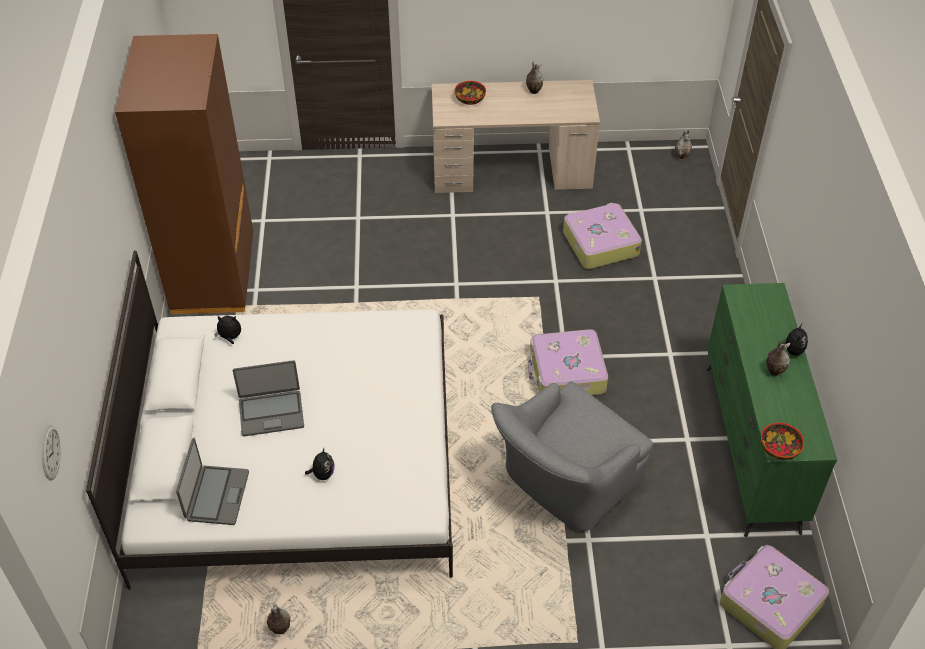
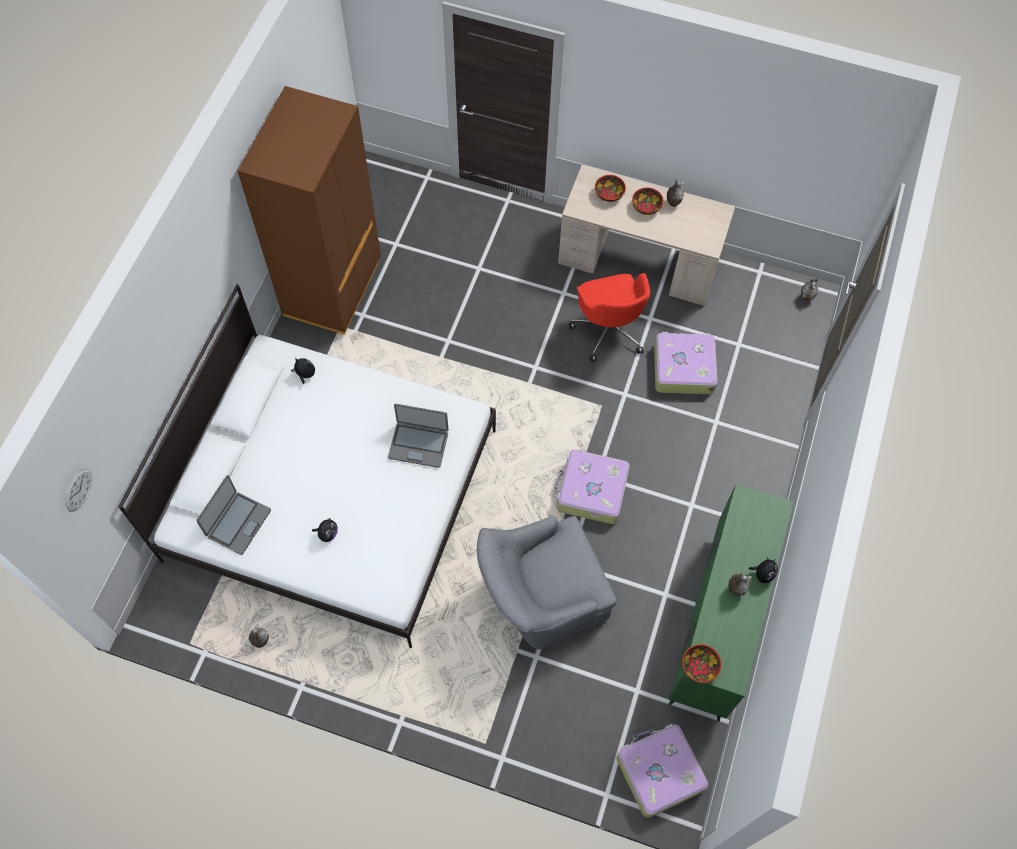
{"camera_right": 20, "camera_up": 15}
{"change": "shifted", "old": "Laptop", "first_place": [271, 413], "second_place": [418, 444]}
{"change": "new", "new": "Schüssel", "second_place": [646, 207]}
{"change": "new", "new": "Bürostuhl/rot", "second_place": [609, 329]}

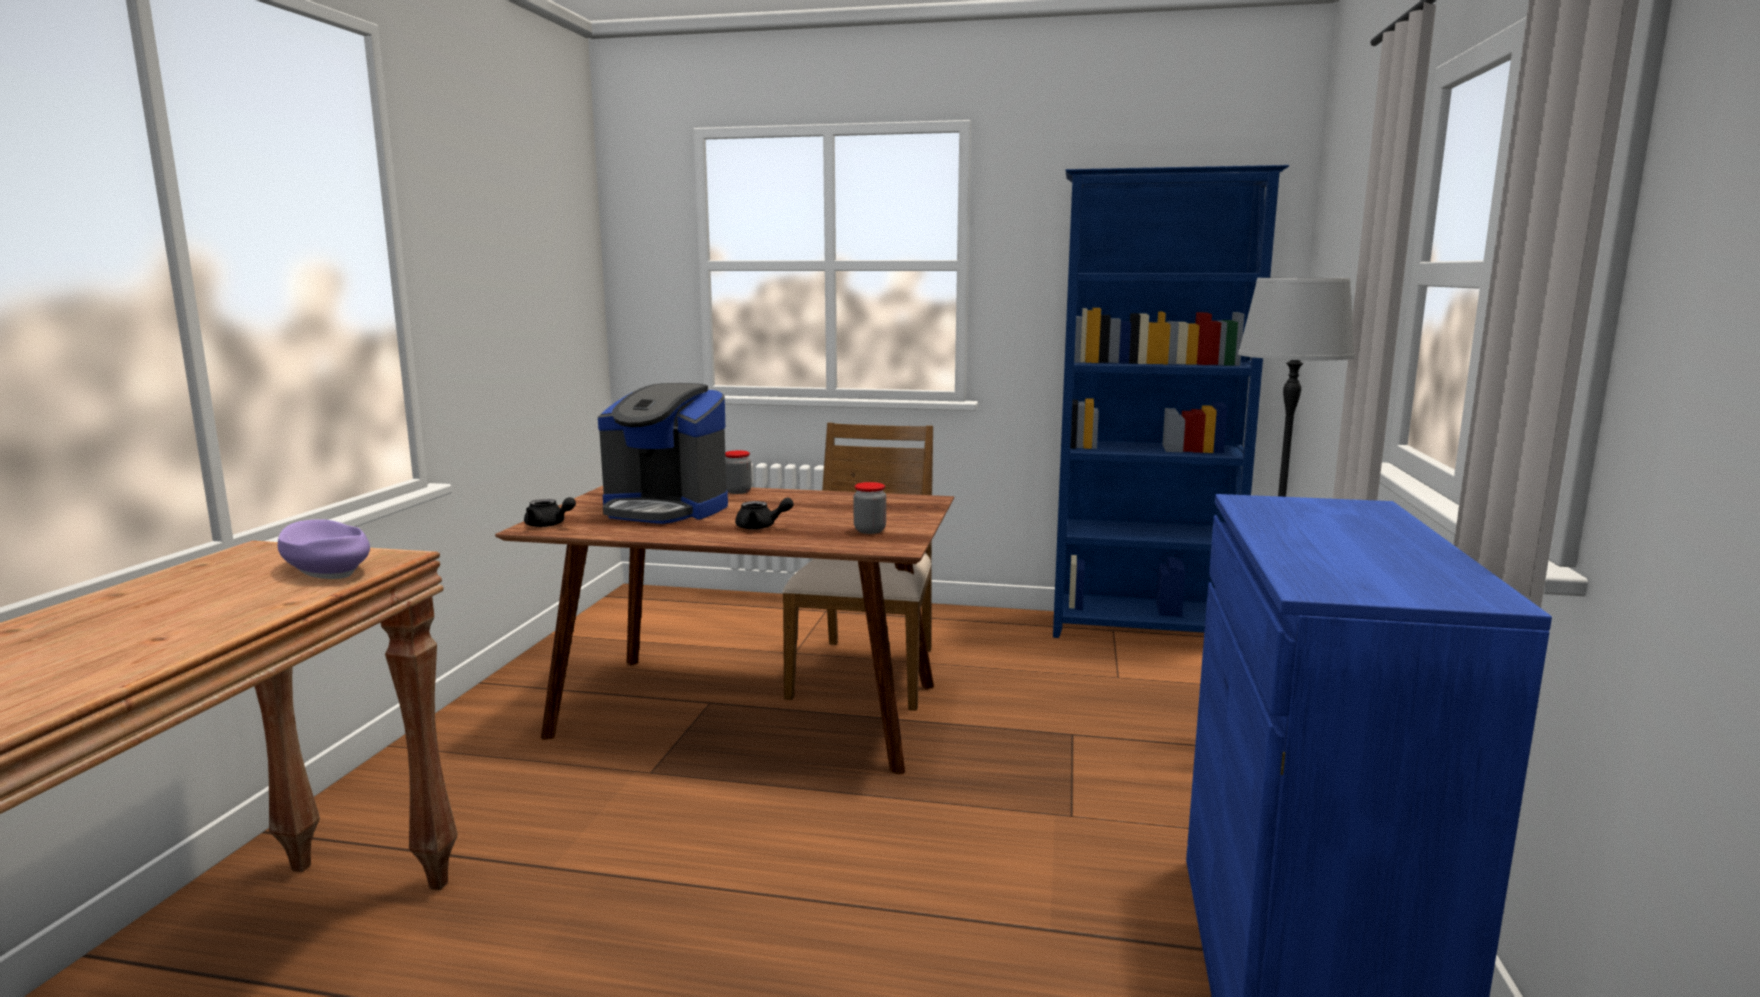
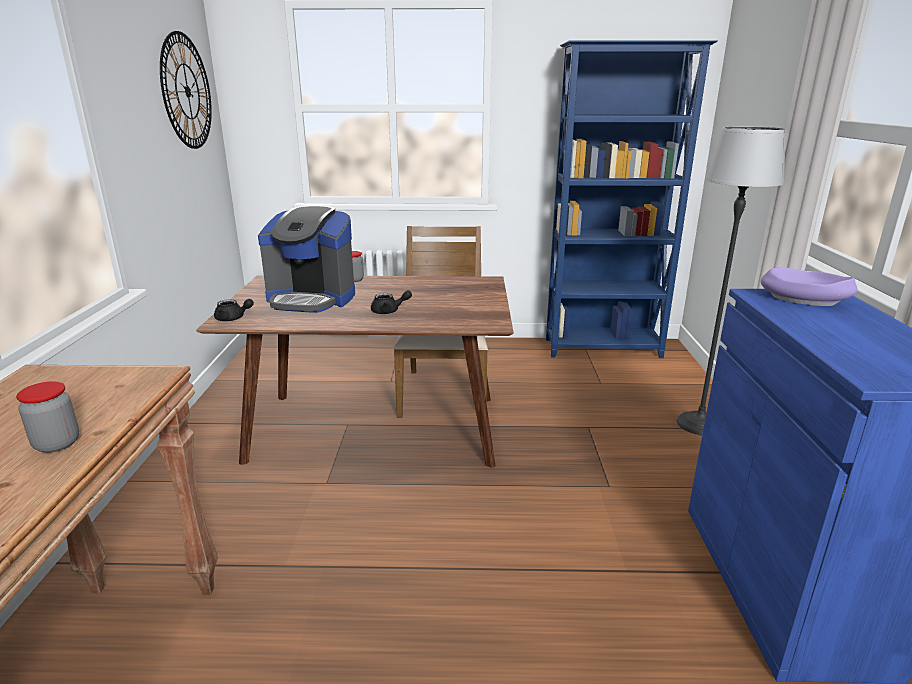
{"camera_right": -10, "camera_up": 10}
{"change": "shifted", "old": "Vorratsglas", "first_place": [870, 530], "second_place": [57, 444]}
{"change": "shifted", "old": "Schüssel/lila", "first_place": [327, 570], "second_place": [804, 300]}
{"change": "new", "new": "Wanduhr", "second_place": [187, 91]}

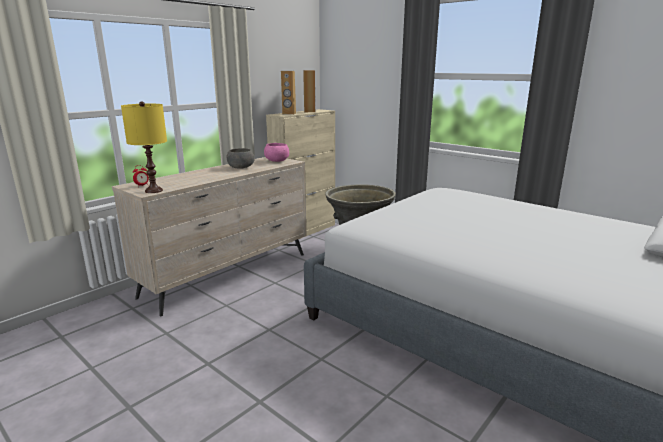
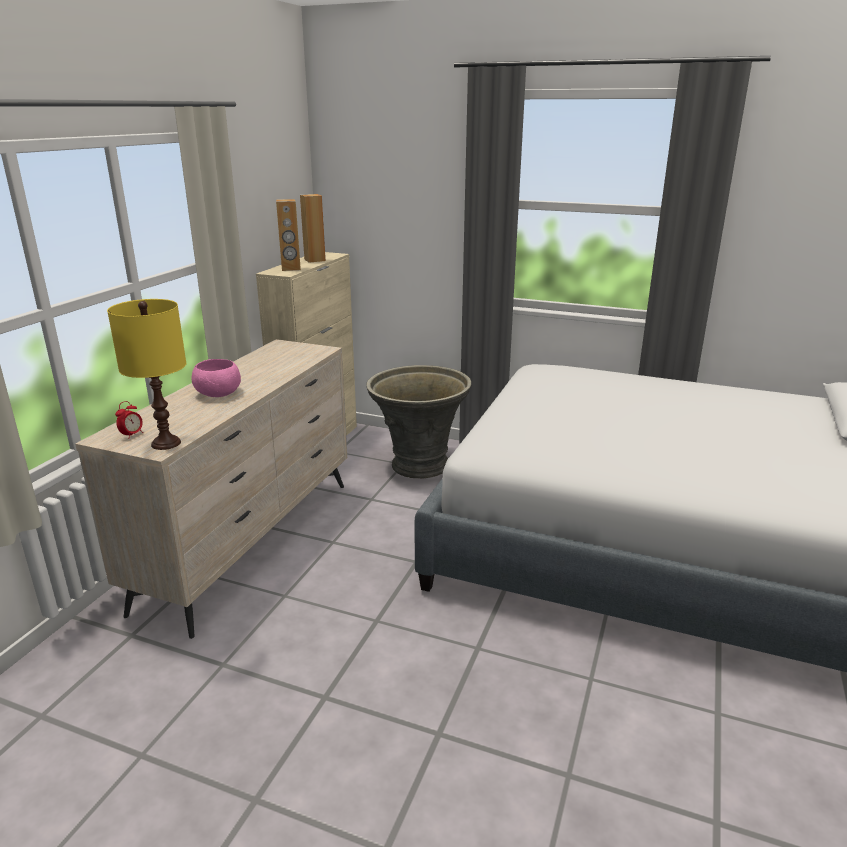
{"camera_right": -20, "camera_up": 5}
{"change": "shifted", "old": "Schüssel/rosa", "first_place": [277, 160], "second_place": [218, 393]}
{"change": "gone", "old": "Schüssel/grau", "first_place": [240, 167]}

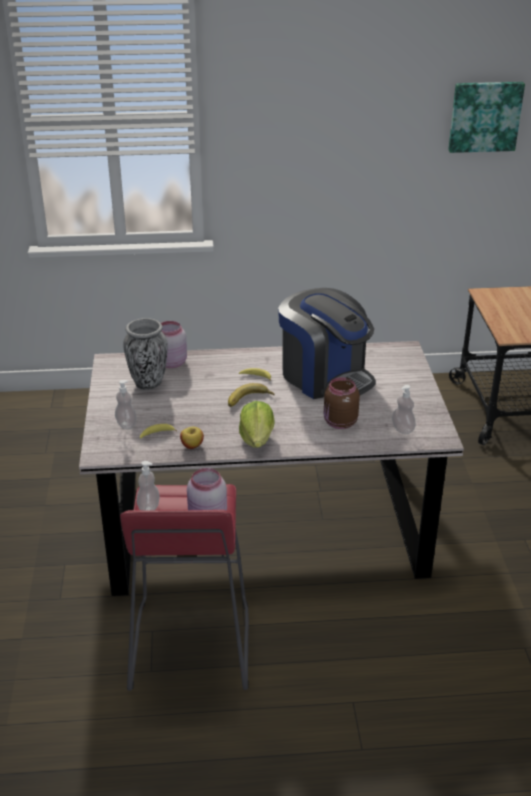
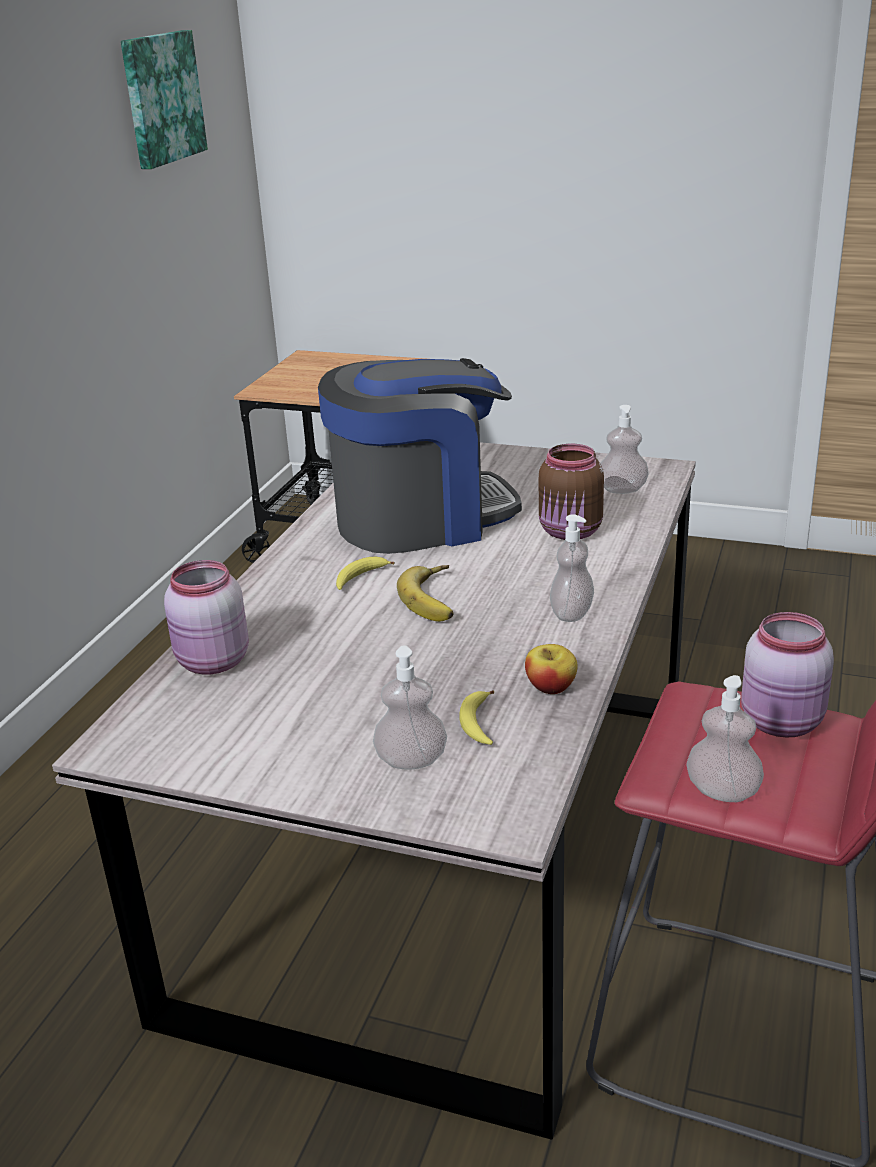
{"camera_right": -65, "camera_up": -5}
{"change": "gone", "old": "Vase", "first_place": [148, 383]}
{"change": "swapped", "old": "Salatkopf", "new": "Seifenspender", "first_place": [257, 439], "second_place": [571, 613]}

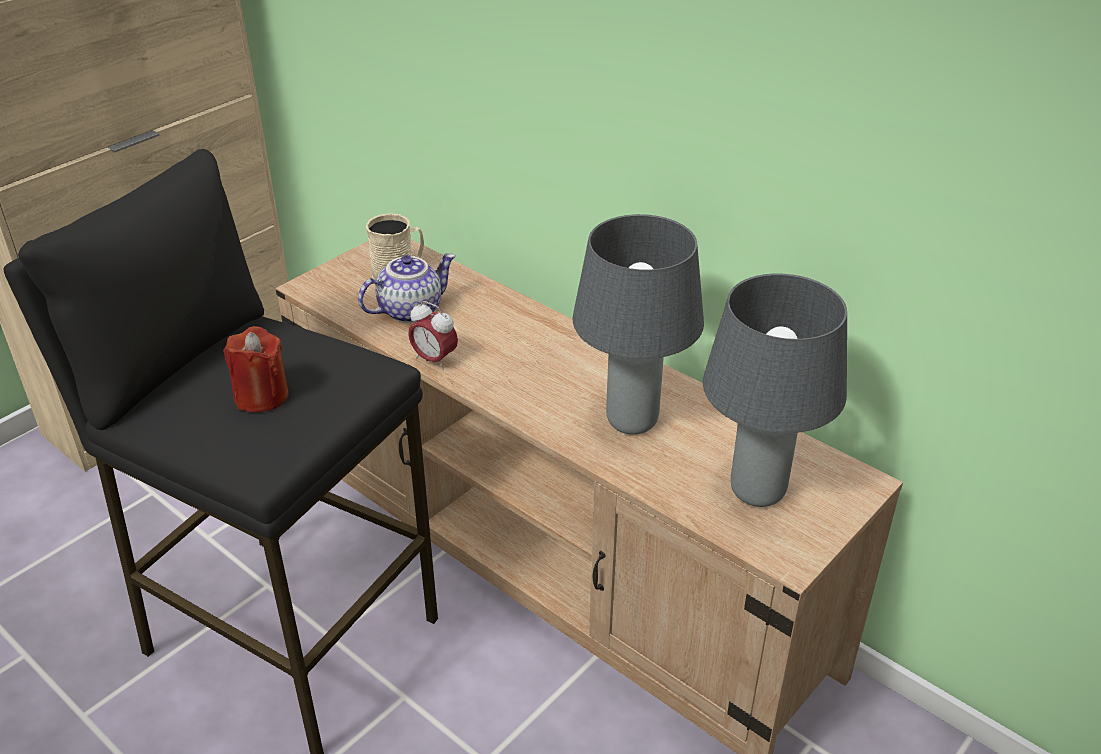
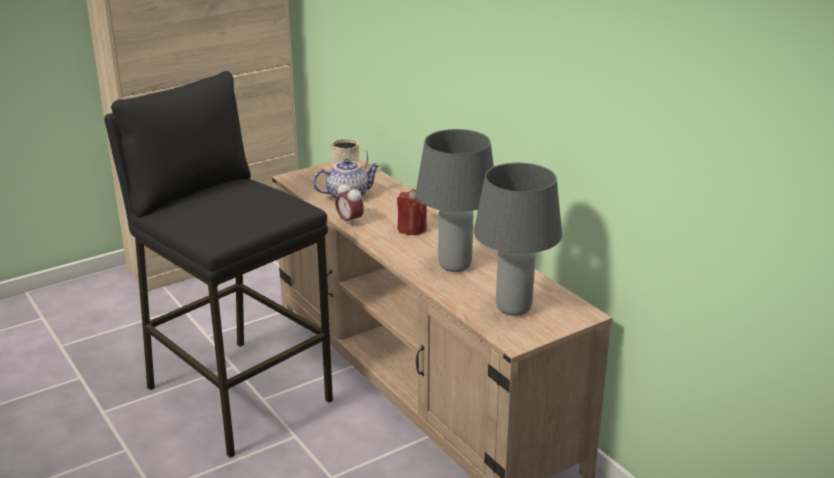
{"camera_right": 15, "camera_up": -10}
{"change": "shifted", "old": "Kerze/rot", "first_place": [261, 396], "second_place": [412, 228]}

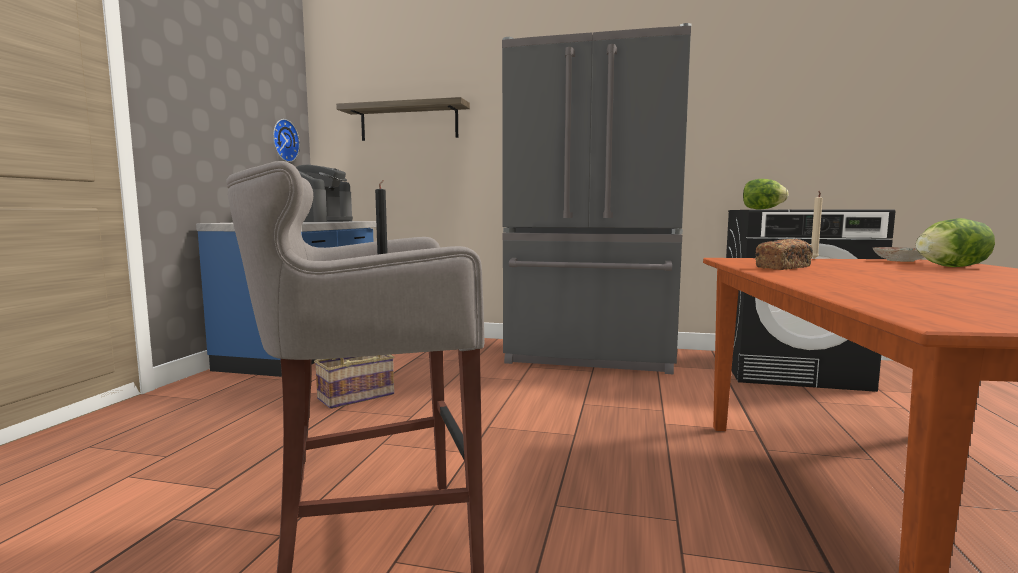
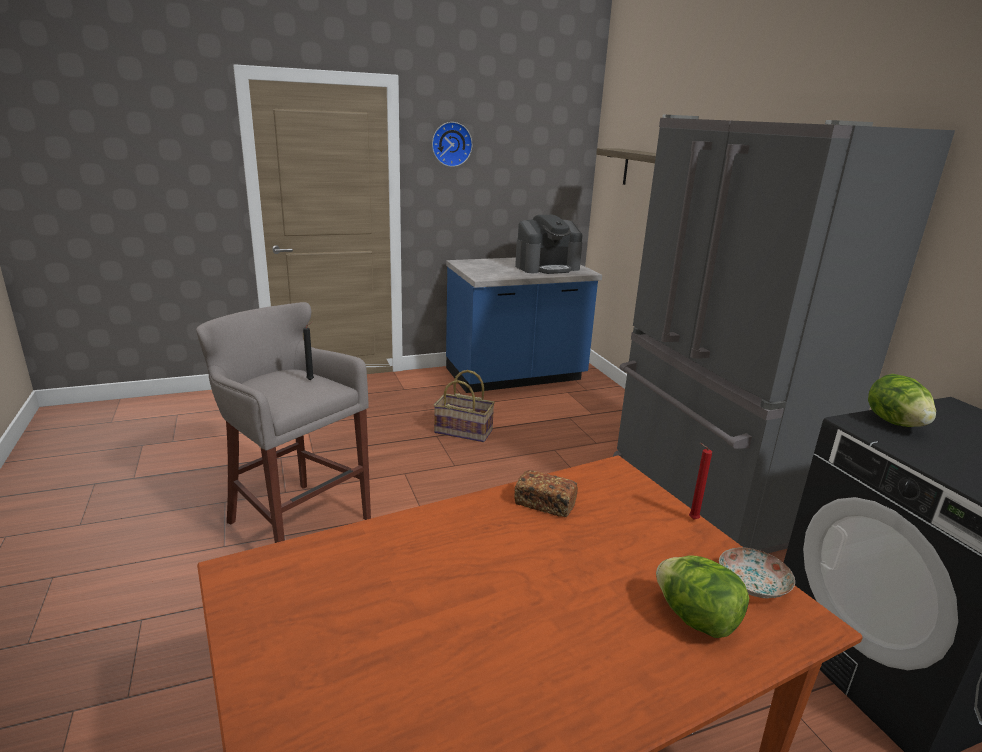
{"camera_right": 55, "camera_up": 15}
{"change": "shifted", "old": "Wanduhr", "first_place": [283, 140], "second_place": [451, 144]}
{"change": "repainted", "old": "Kerze/beige", "new": "Kerze/rot", "first_place": [813, 259], "second_place": [691, 519]}

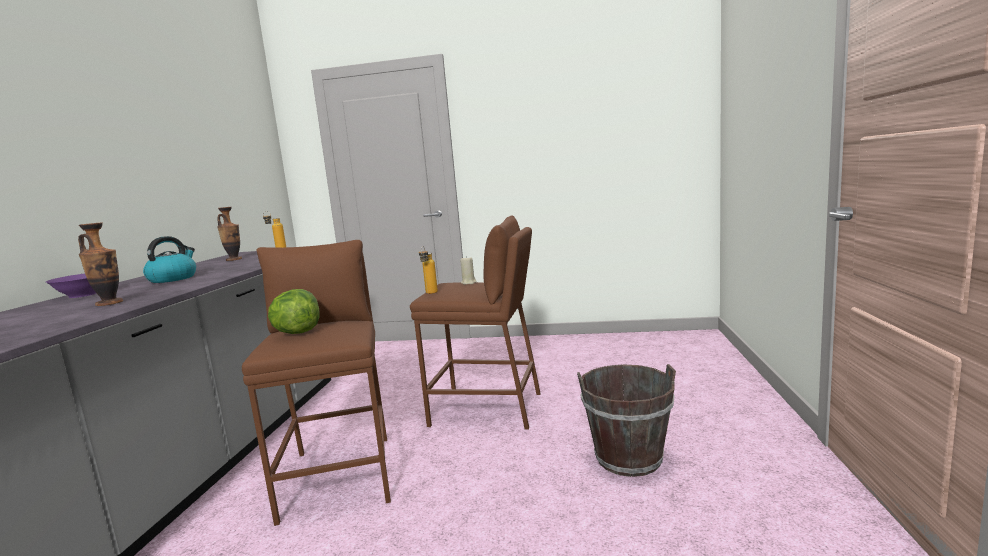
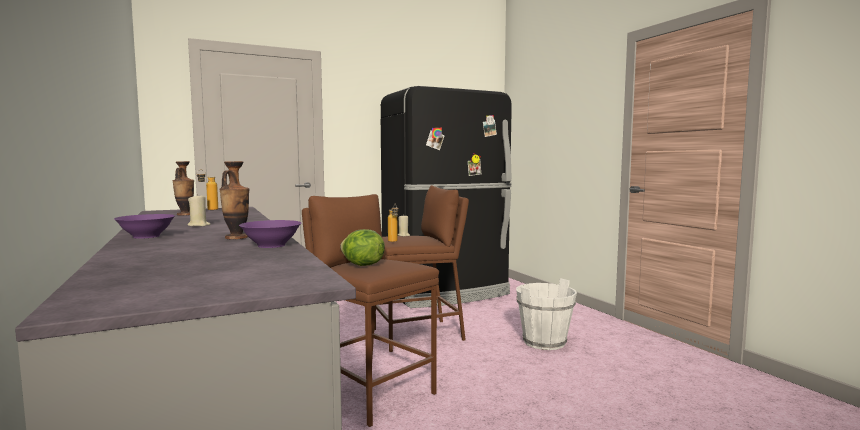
{"camera_right": -35, "camera_up": -5}
{"change": "swapped", "old": "Wasserkessel", "new": "Kerze/beige", "first_place": [173, 279], "second_place": [199, 225]}
{"change": "repainted", "old": "Eimer/braun", "new": "Eimer/weiß", "first_place": [628, 459], "second_place": [544, 342]}
{"change": "new", "new": "Kühlschrank/schwarz", "second_place": [446, 293]}
{"change": "new", "new": "Schüssel/lila", "second_place": [272, 245]}

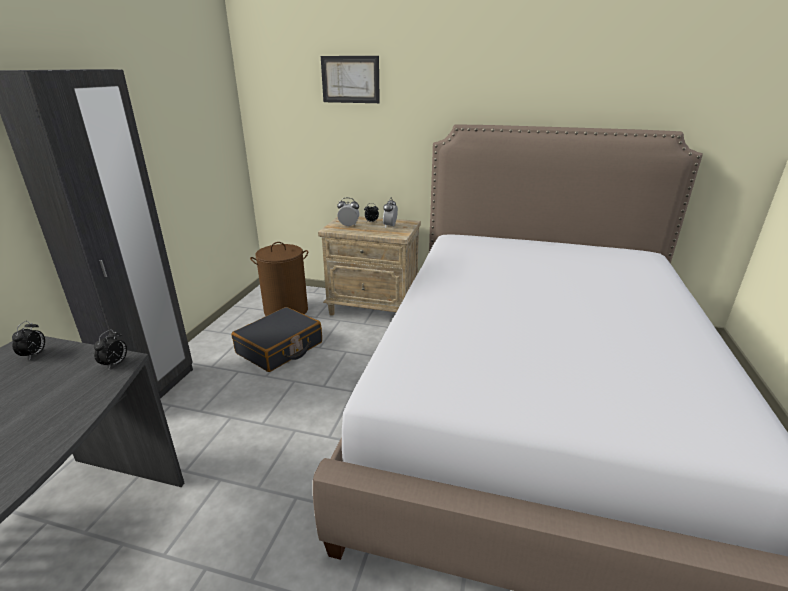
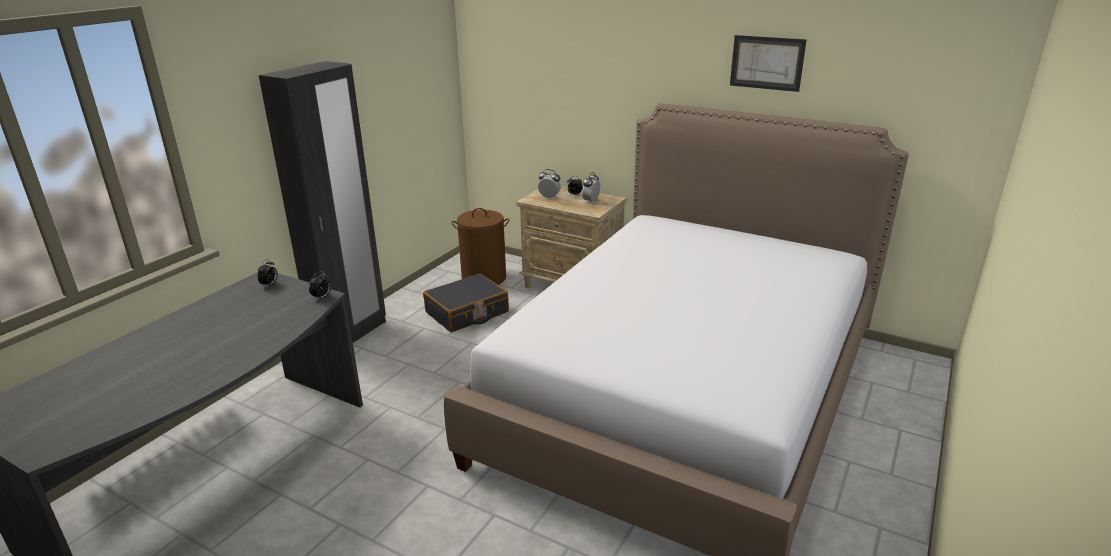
{"camera_right": 15, "camera_up": 0}
{"change": "shifted", "old": "Bild", "first_place": [350, 79], "second_place": [767, 63]}

